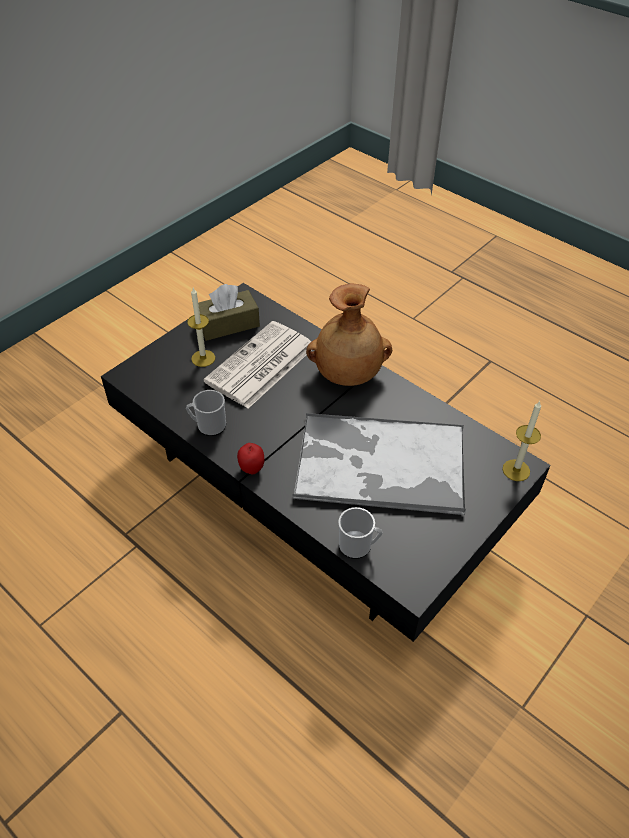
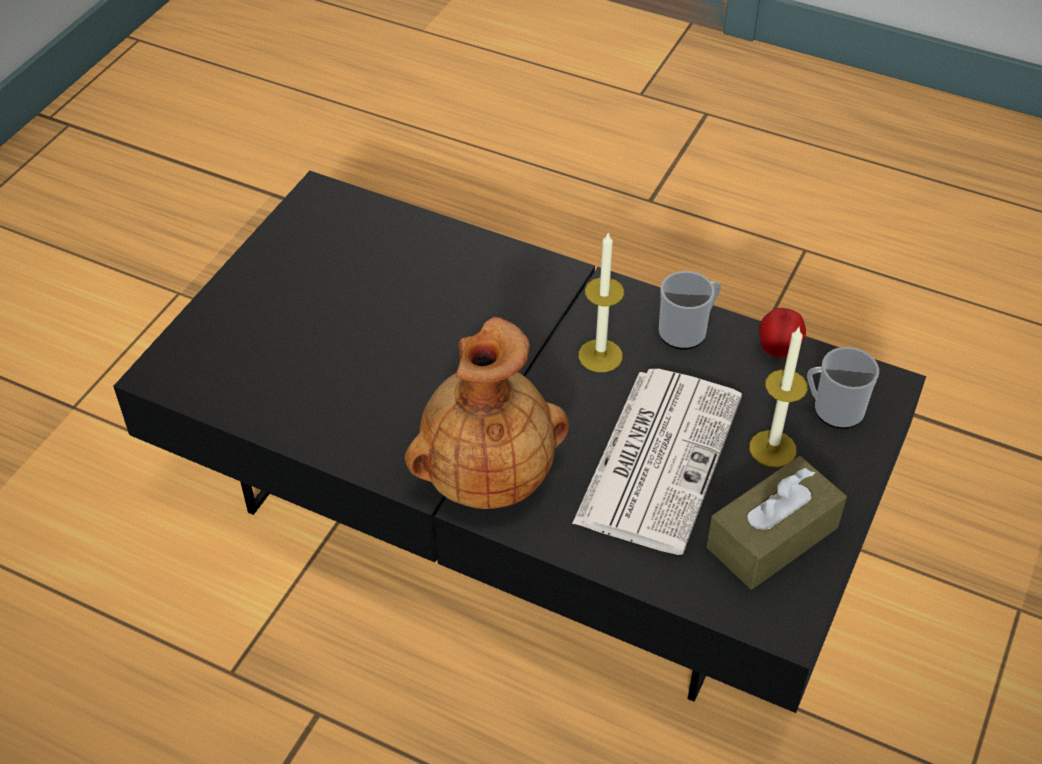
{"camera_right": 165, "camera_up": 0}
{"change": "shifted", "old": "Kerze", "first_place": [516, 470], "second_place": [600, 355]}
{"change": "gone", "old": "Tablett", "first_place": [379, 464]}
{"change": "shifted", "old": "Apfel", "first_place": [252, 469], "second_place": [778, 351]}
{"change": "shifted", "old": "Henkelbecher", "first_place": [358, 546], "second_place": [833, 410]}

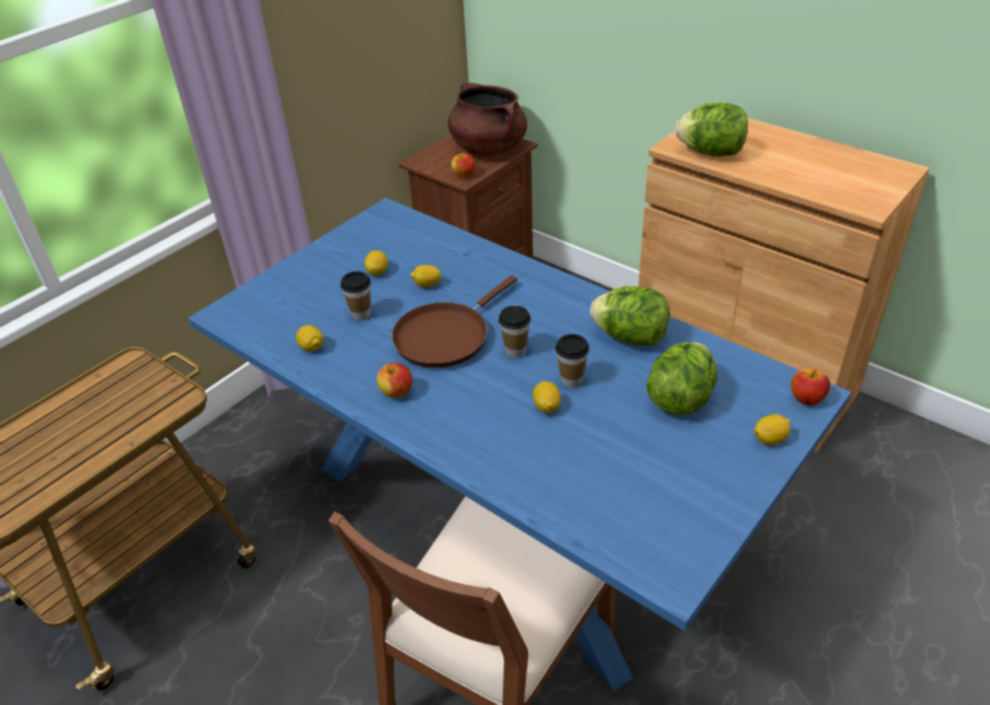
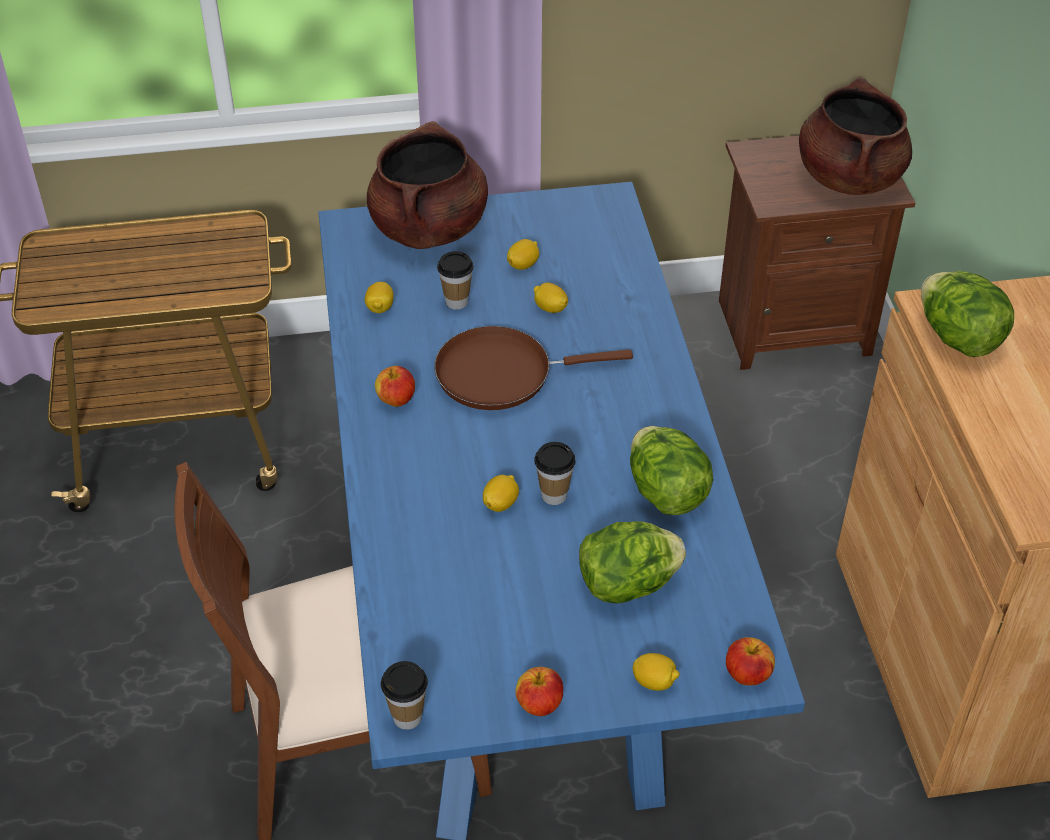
{"camera_right": 40, "camera_up": 5}
{"change": "shifted", "old": "Apfel", "first_place": [464, 175], "second_place": [539, 704]}
{"change": "shifted", "old": "Tasse", "first_place": [515, 351], "second_place": [407, 717]}
{"change": "new", "new": "Kochtopf/braun", "second_place": [429, 229]}

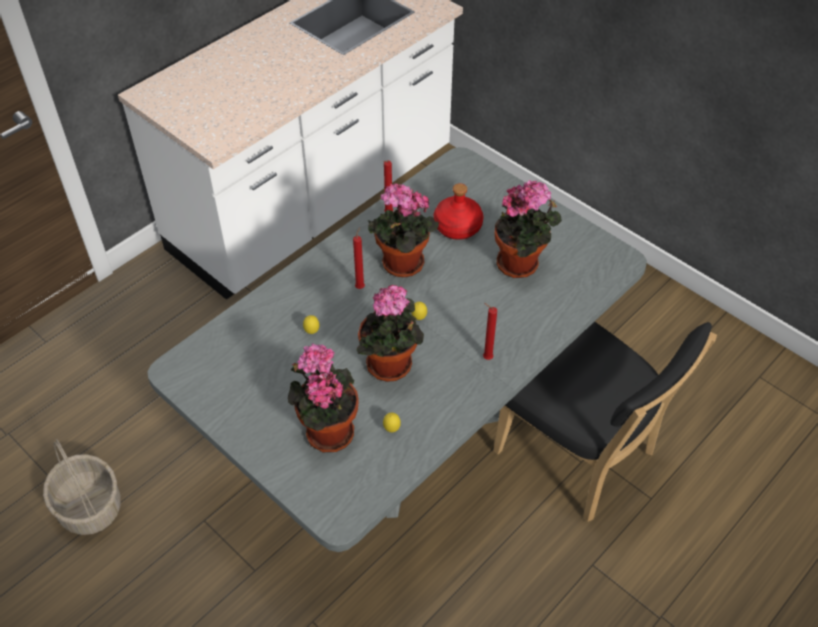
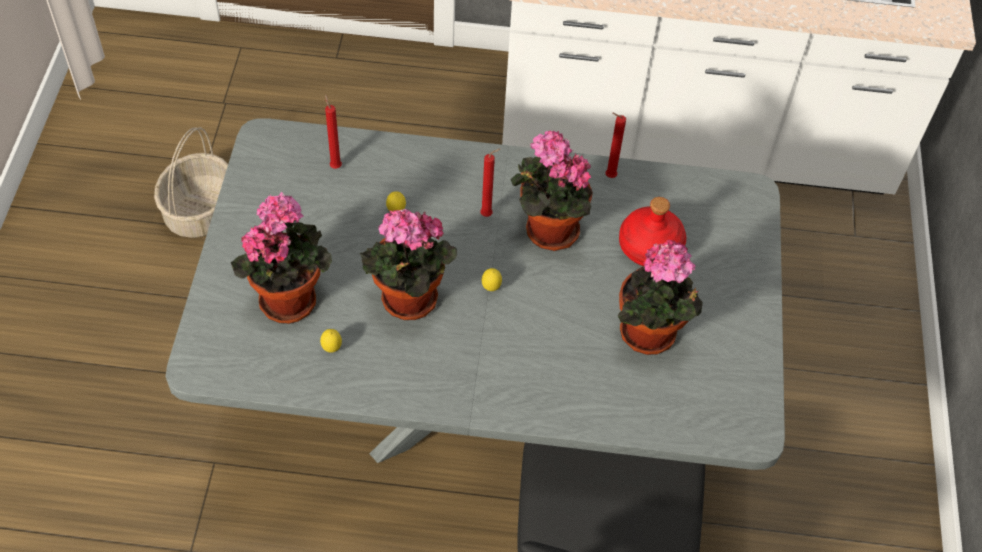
{"camera_right": 50, "camera_up": 5}
{"change": "shifted", "old": "Kerze/rot", "first_place": [486, 358], "second_place": [335, 165]}

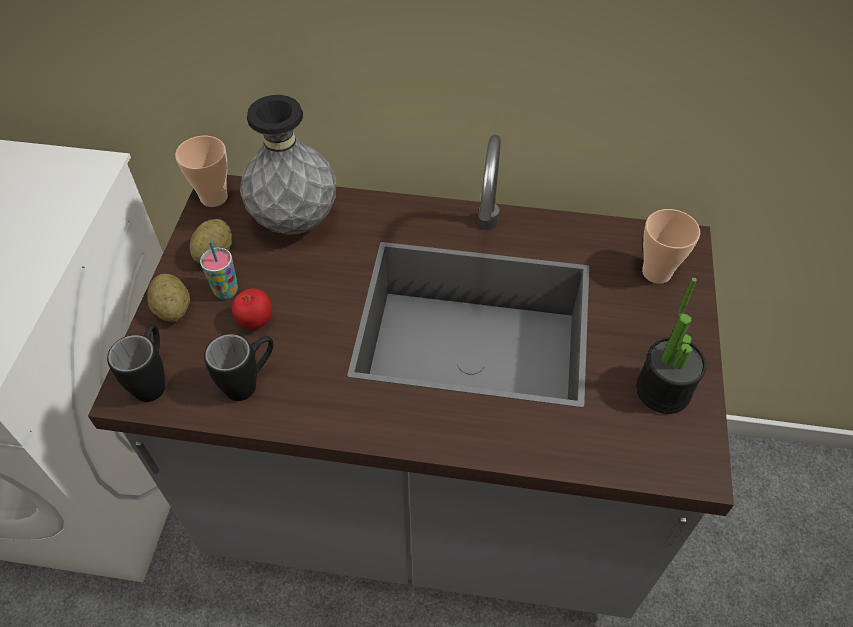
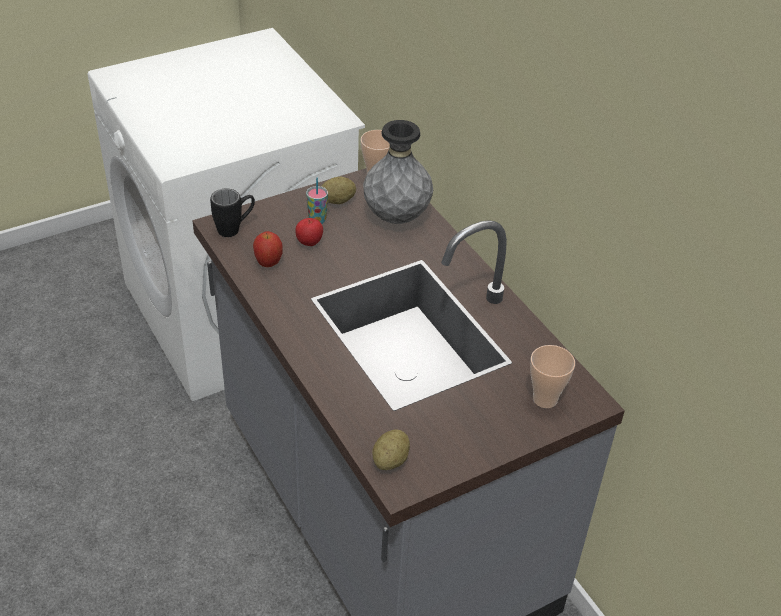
{"camera_right": 50, "camera_up": -10}
{"change": "shifted", "old": "Kartoffel", "first_place": [173, 309], "second_place": [390, 460]}
{"change": "gone", "old": "Topfpflanze", "first_place": [663, 390]}
{"change": "swapped", "old": "Henkelbecher/schwarz", "new": "Apfel", "first_place": [250, 382], "second_place": [268, 263]}

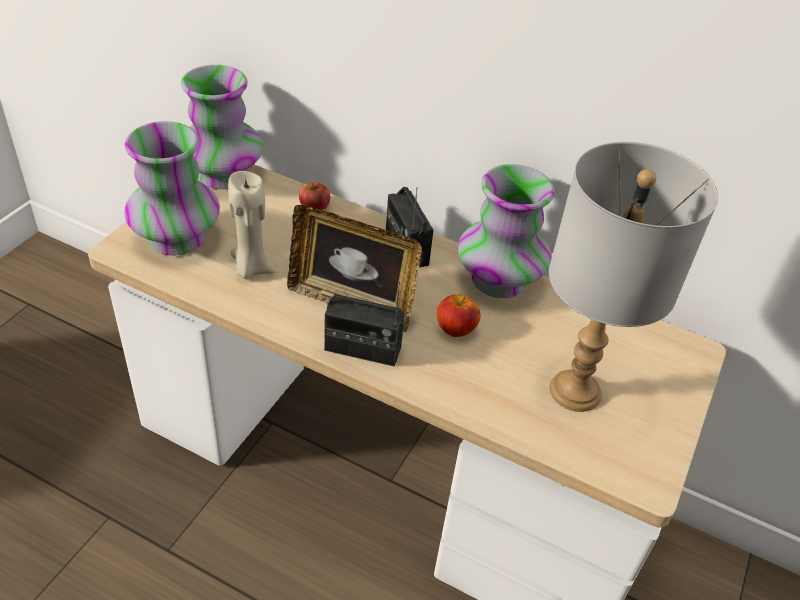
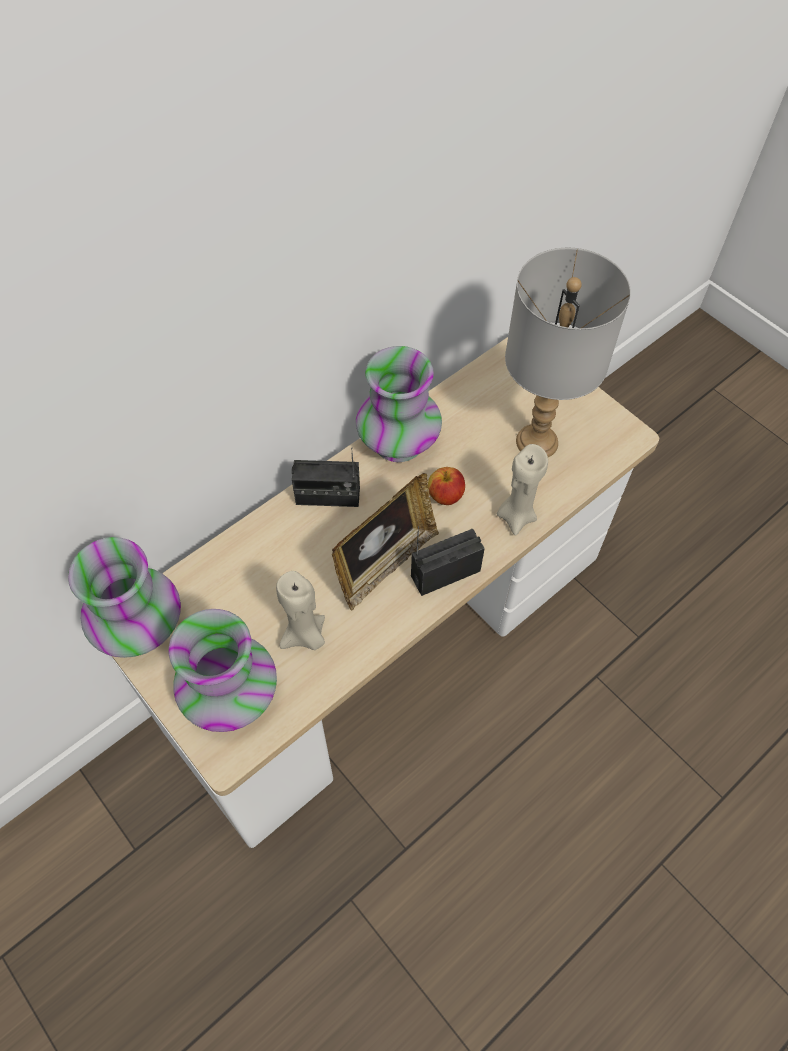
{"camera_right": -65, "camera_up": 15}
{"change": "gone", "old": "Apfel", "first_place": [314, 206]}
{"change": "rotated", "old": "Radio", "first_place": [362, 349], "second_place": [445, 573], "degrees": -150}
{"change": "new", "new": "Kerze/beige", "second_place": [516, 516]}

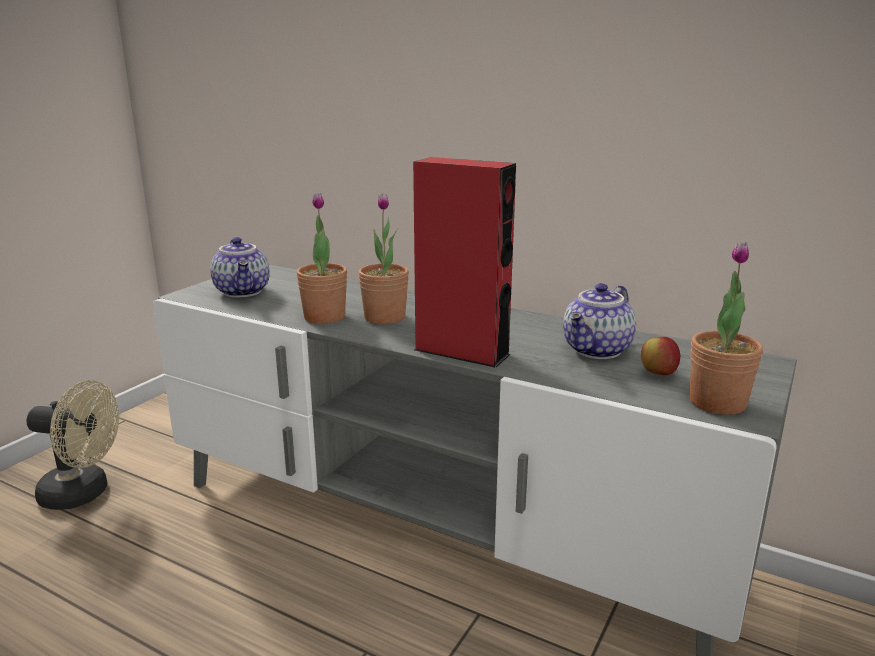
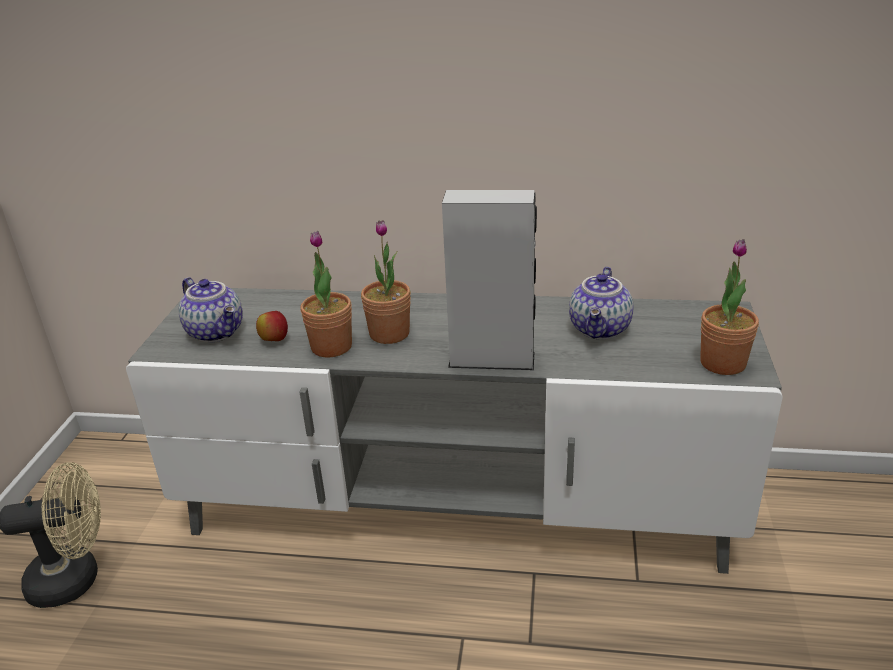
{"camera_right": -20, "camera_up": 10}
{"change": "repainted", "old": "Lautsprecher/rot", "new": "Lautsprecher/grau", "first_place": [461, 352], "second_place": [492, 359]}
{"change": "shifted", "old": "Apfel", "first_place": [658, 374], "second_place": [274, 340]}

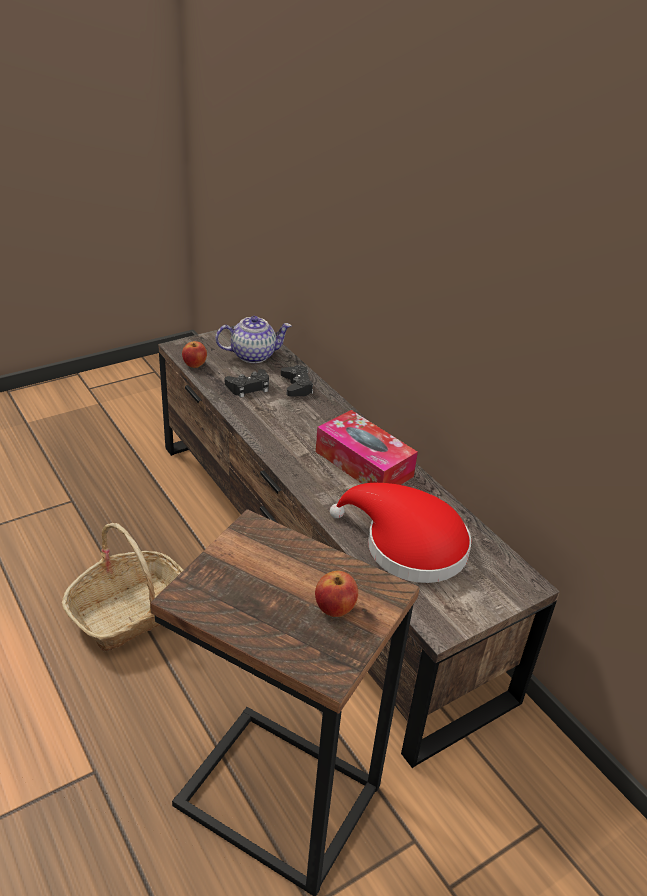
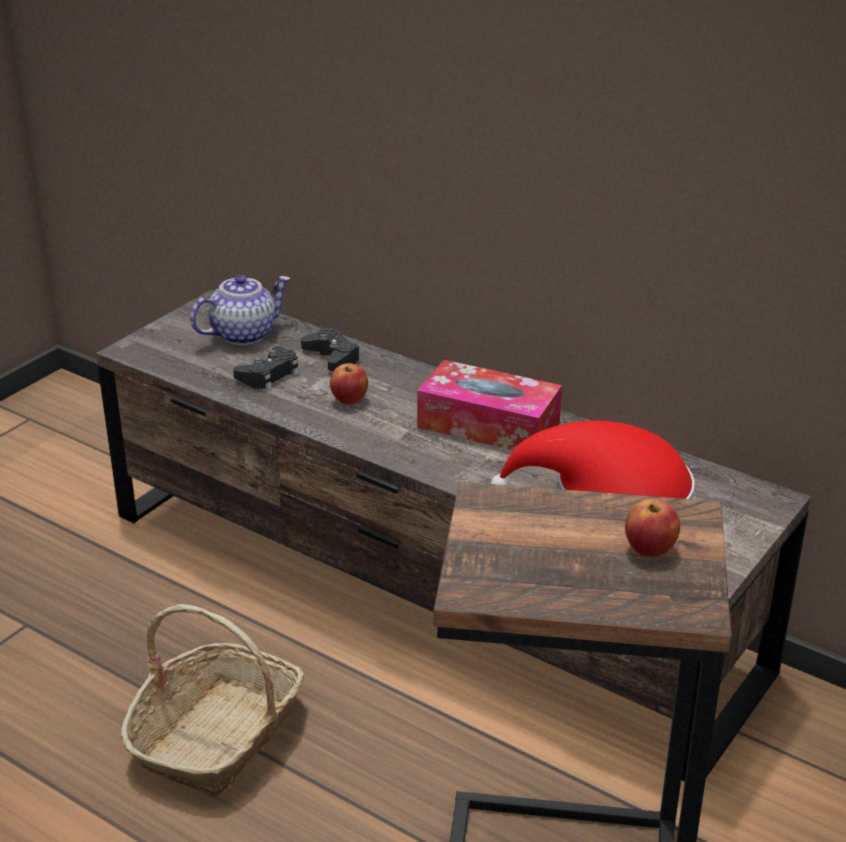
{"camera_right": -20, "camera_up": -5}
{"change": "shifted", "old": "Apfel", "first_place": [195, 365], "second_place": [349, 400]}

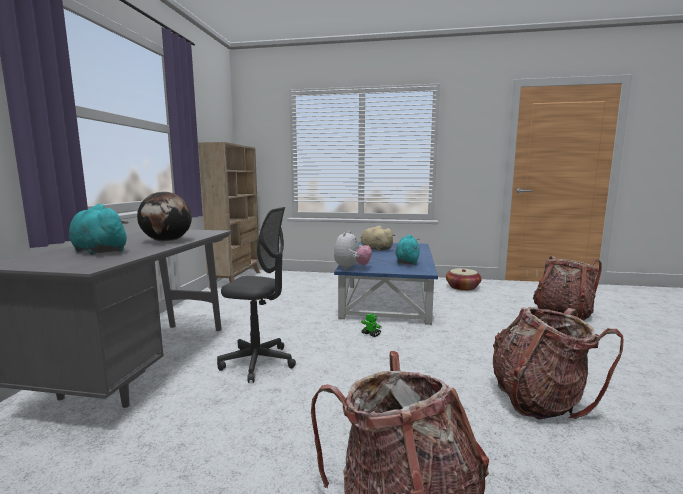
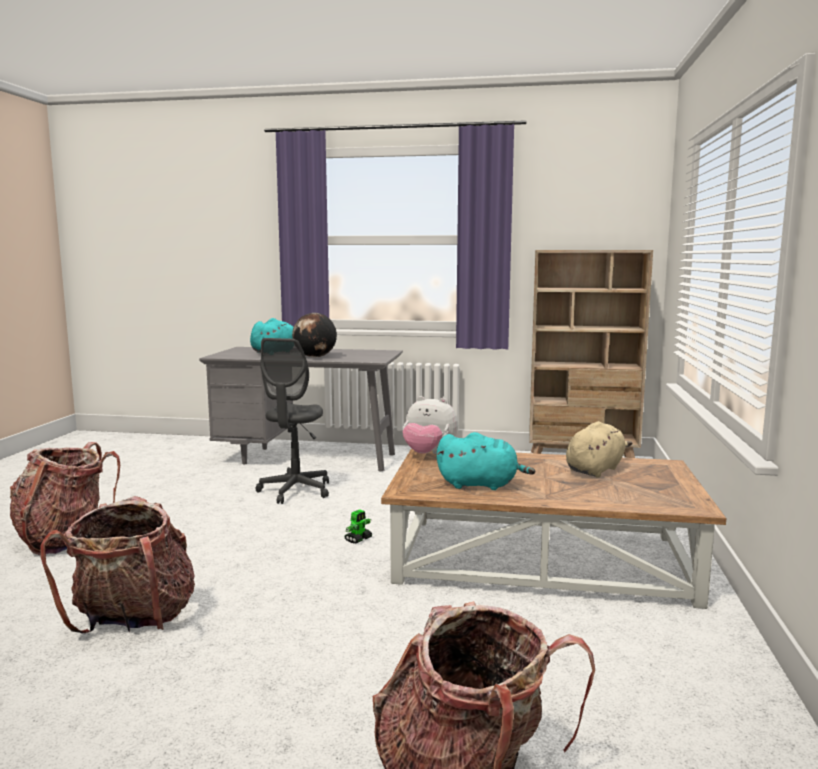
{"camera_right": 90, "camera_up": 0}
{"change": "repainted", "old": "Couchtisch/blau", "new": "Couchtisch/braun", "first_place": [387, 296], "second_place": [543, 558]}
{"change": "gone", "old": "Korb", "first_place": [462, 287]}

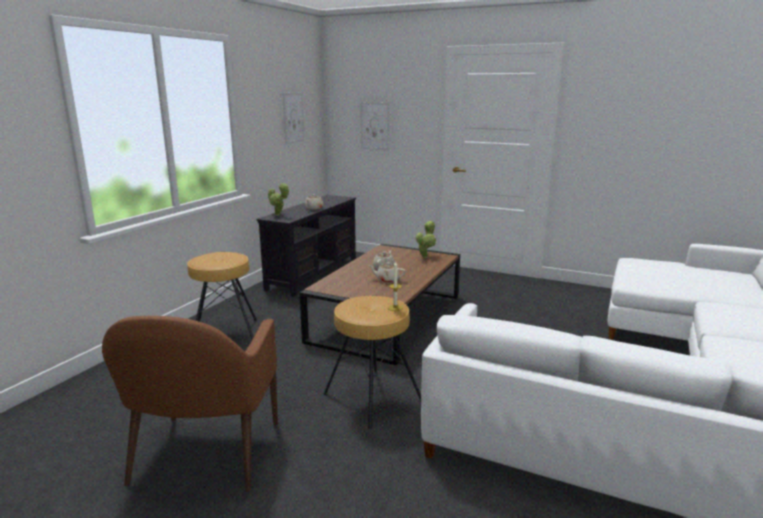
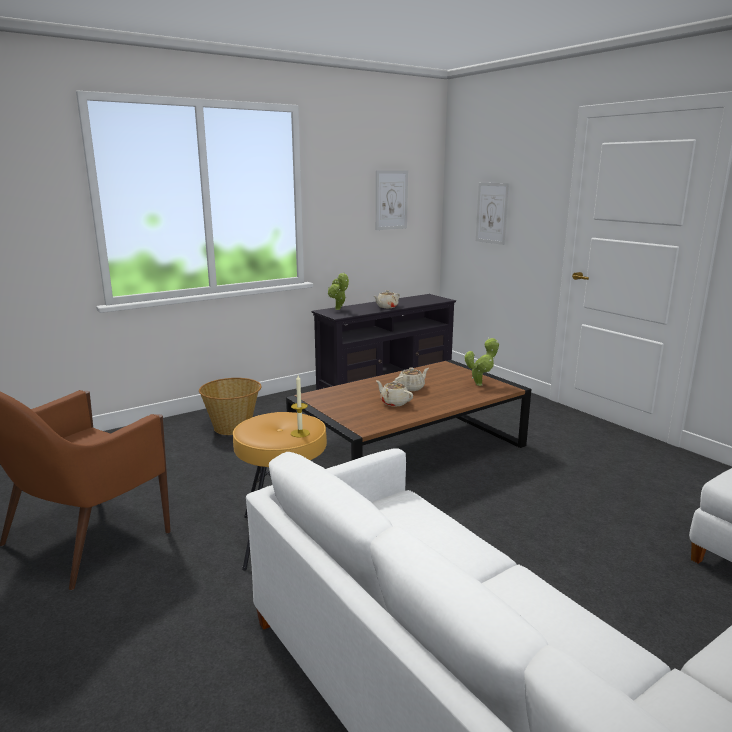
{"camera_right": 30, "camera_up": 0}
{"change": "swapped", "old": "Hocker/braun", "new": "Korb", "first_place": [225, 333], "second_place": [233, 427]}

